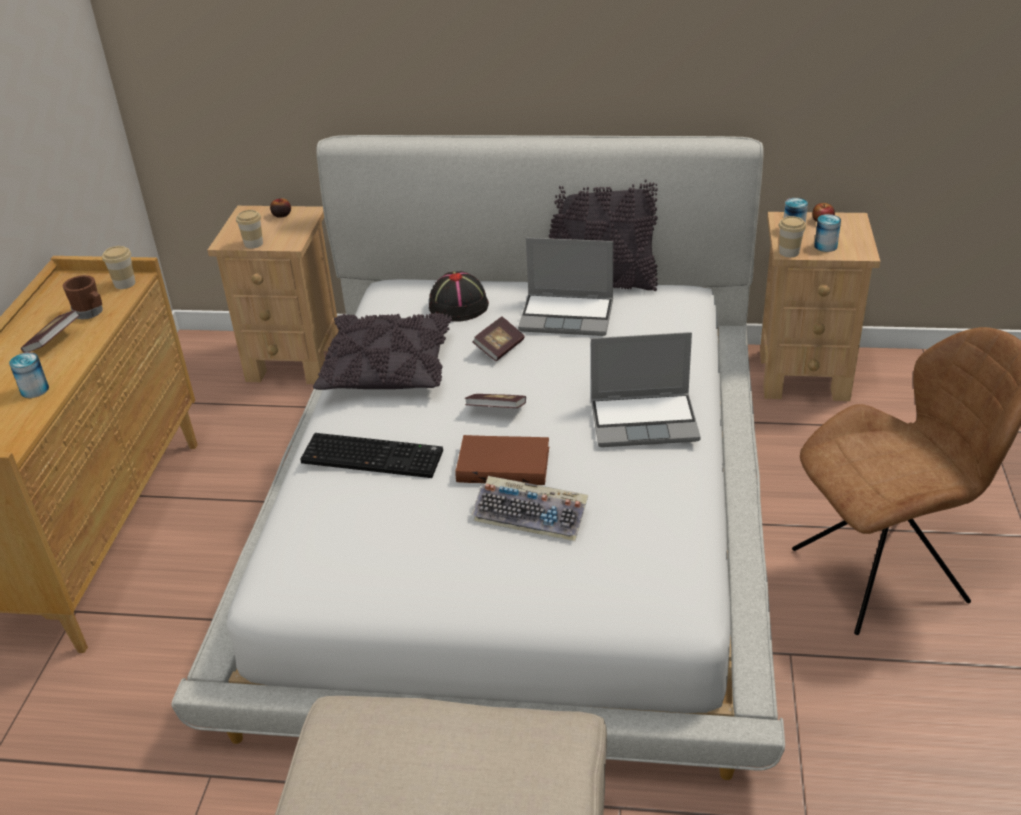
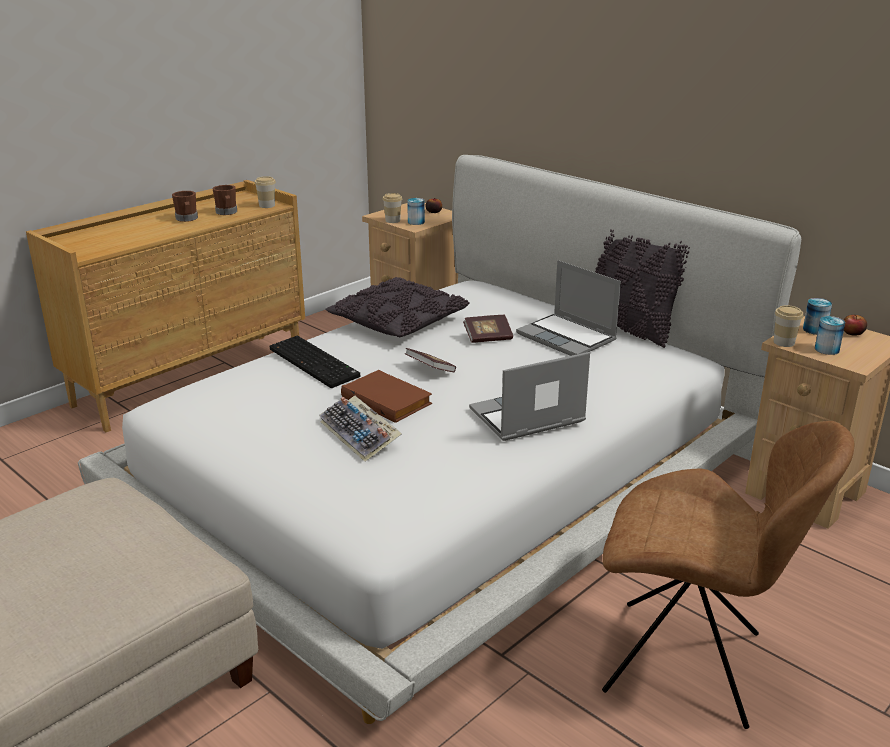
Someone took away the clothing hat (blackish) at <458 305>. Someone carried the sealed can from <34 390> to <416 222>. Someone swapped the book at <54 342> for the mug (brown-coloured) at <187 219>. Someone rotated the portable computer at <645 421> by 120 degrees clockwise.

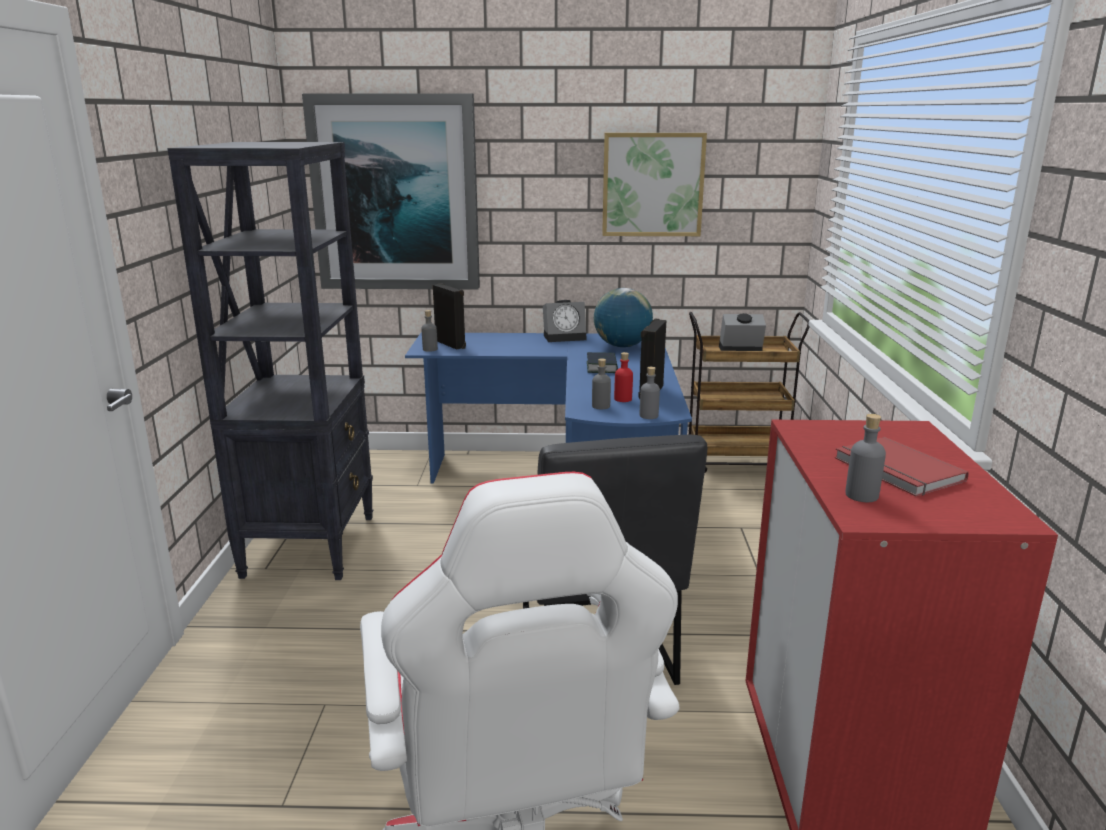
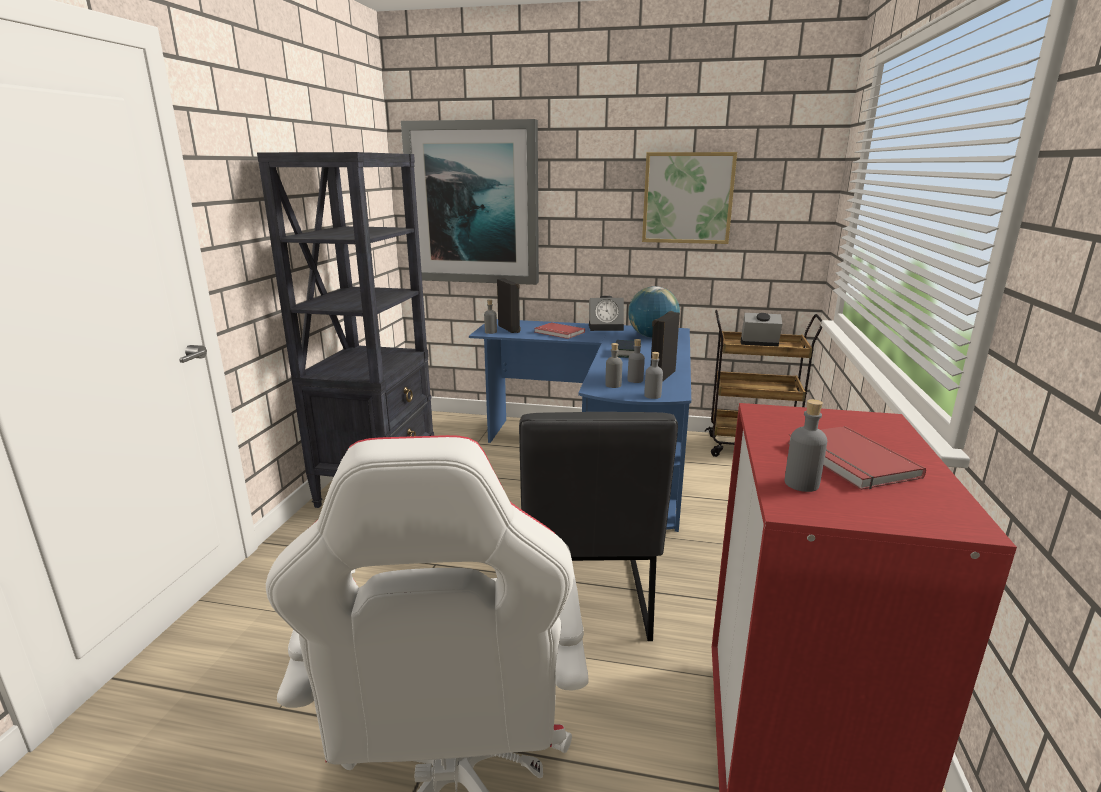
Someone put down the book (reddish) at <558 333>. Someone repainted the bottle (reddish) at <623 399>, which became the bottle (grey) at <635 380>.

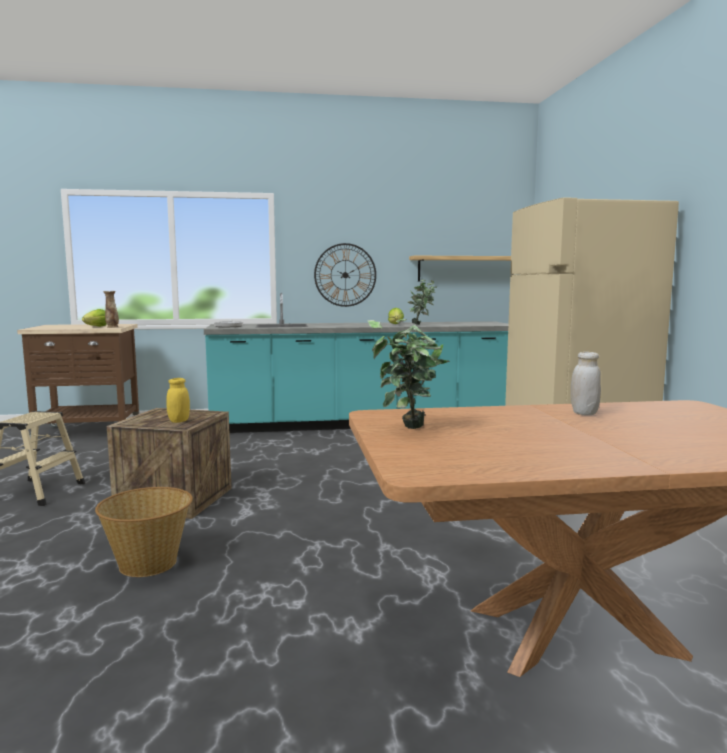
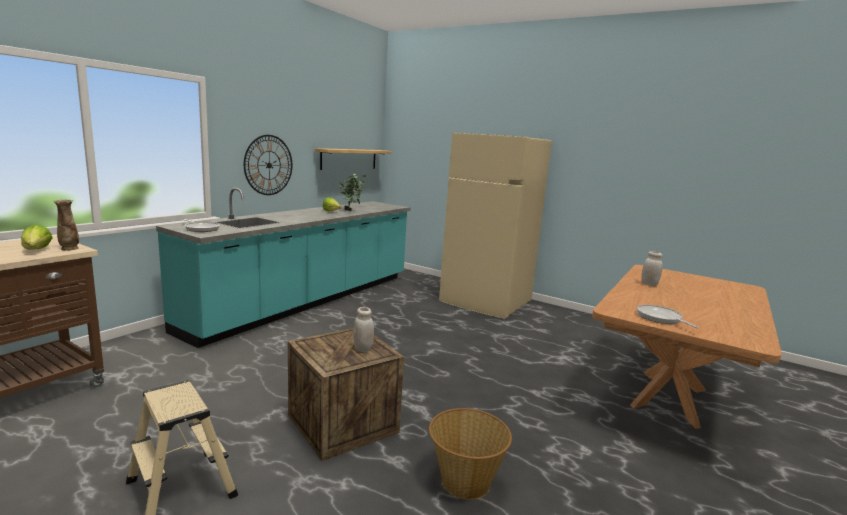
Someone swapped the houseplant at <407 430> for the frying pan at <660 318>. Someone repainted the jar (yellow) at <179 421>, which became the jar (white-coloured) at <363 349>.

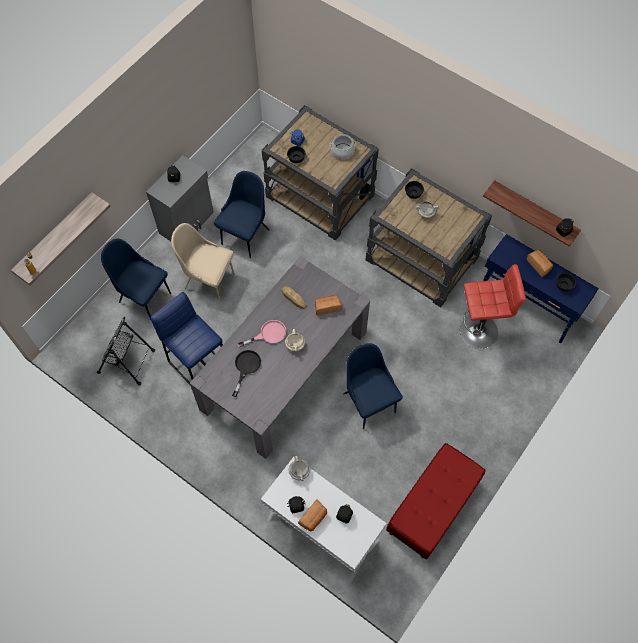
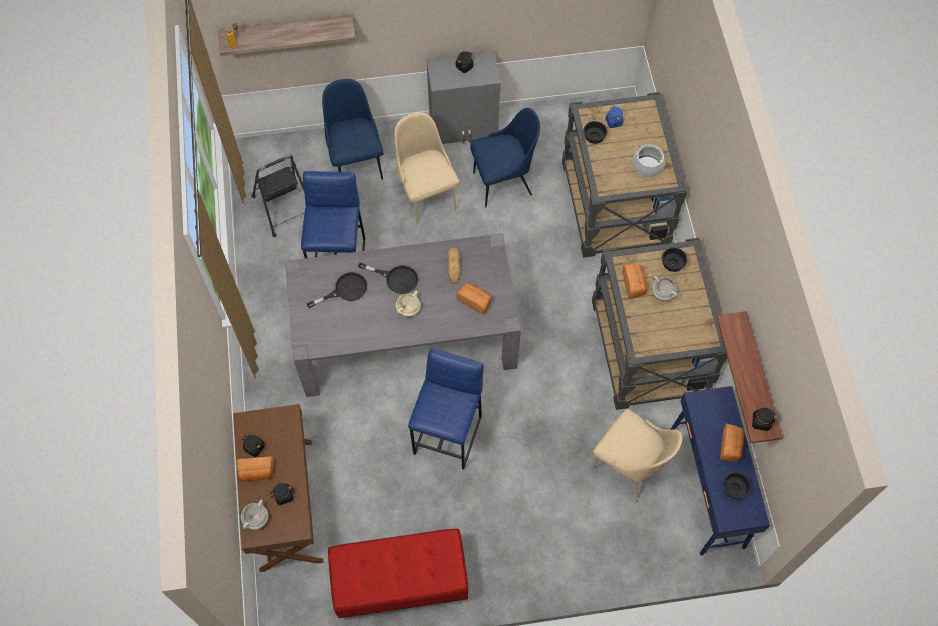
Someone put down the bakery bread at <634 284>. Someone carried the stockpot (white-coloured) from <299 472> to <256 519>. Someone swapped the chair (blue) at <368 403> for the stool (blue) at <448 434>. Someone swapped the stool (reddish) at <479 331> for the chair (sand-coloured) at <628 467>. Someone repainted the frying pan (pink-coloured) at <268 334>, which became the frying pan (blackish) at <396 278>. Someone repainted the narrow table (white-coloured) at <322 530>, which became the narrow table (brown-coloured) at <285 504>.

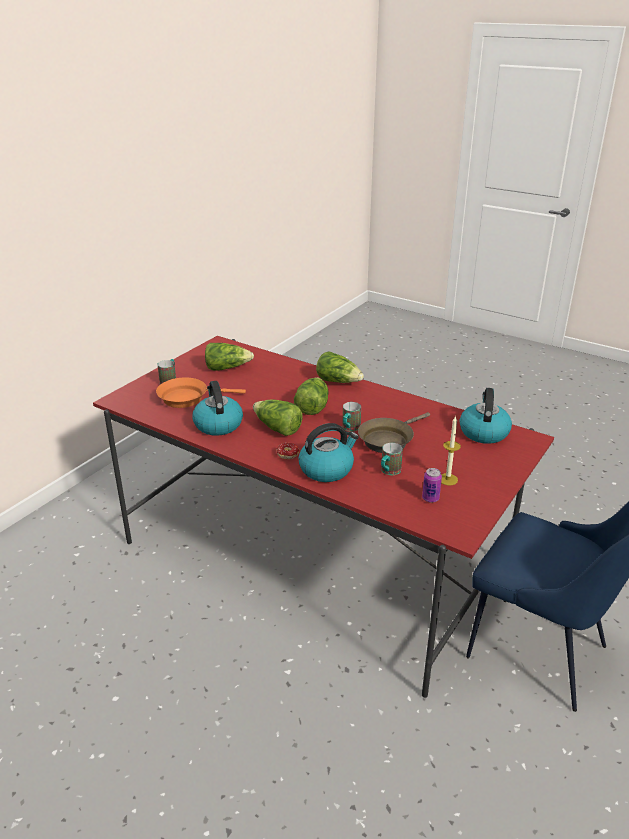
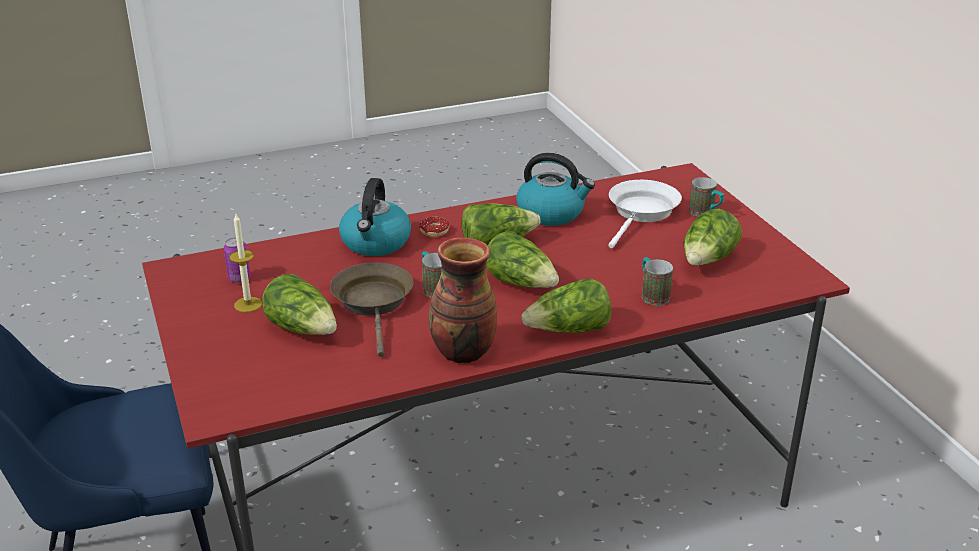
Someone took away the water kettle at <483 432>. Someone put down the head of lettuce at <303 329>. Someone put down the flower vase at <462 352>. Someone carried the mug from <388 472> to <652 294>. Someone repainted the frying pan (orange-coloured) at <187 398>, which became the frying pan (white-coloured) at <642 213>.

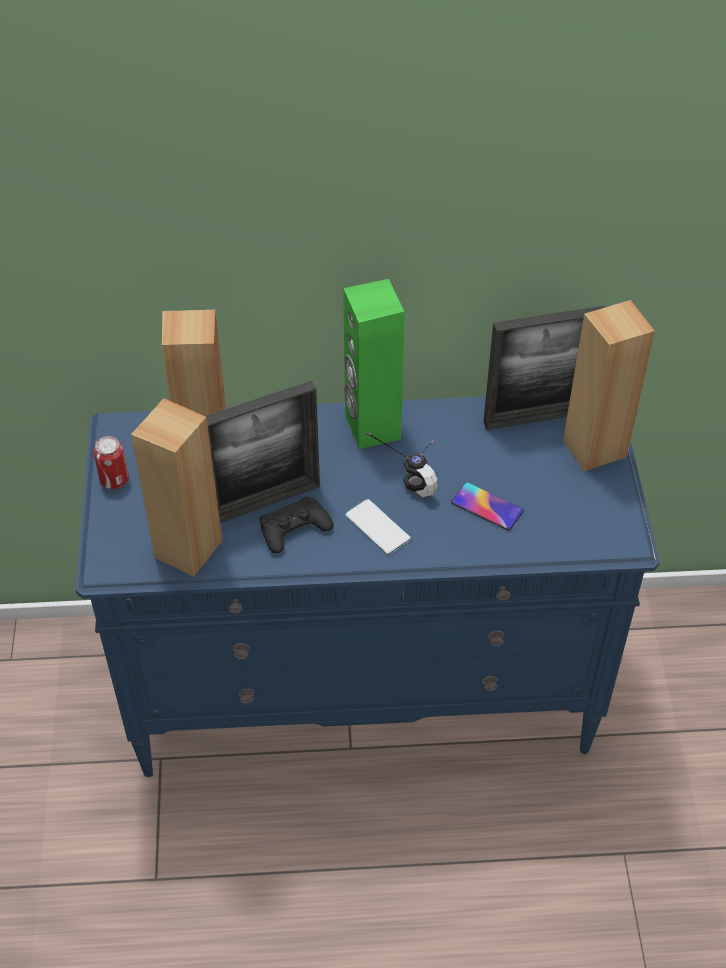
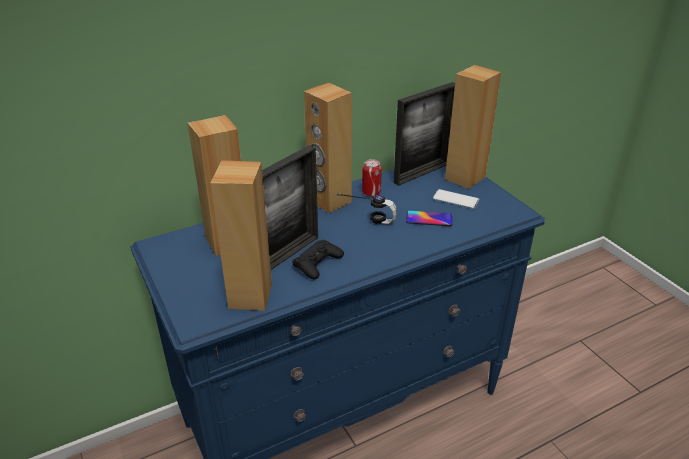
Someone carried the sealed can from <114 479> to <371 192>. Someone carried the phone from <378 527> to <455 199>. Someone repainted the audio speaker (greenish) at <371 427>, which became the audio speaker (brown-coloured) at <329 201>.

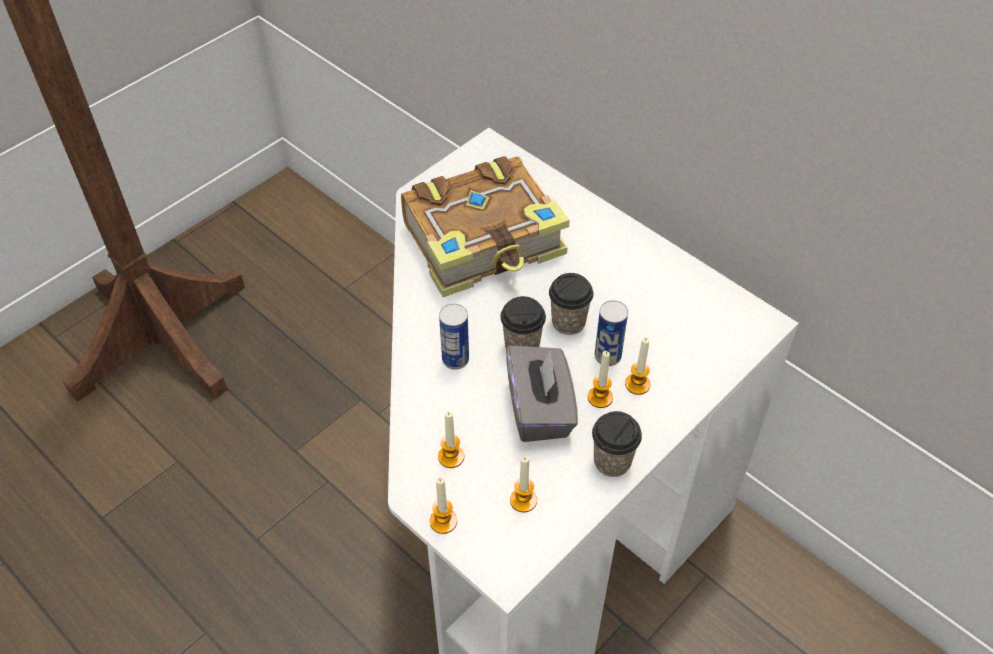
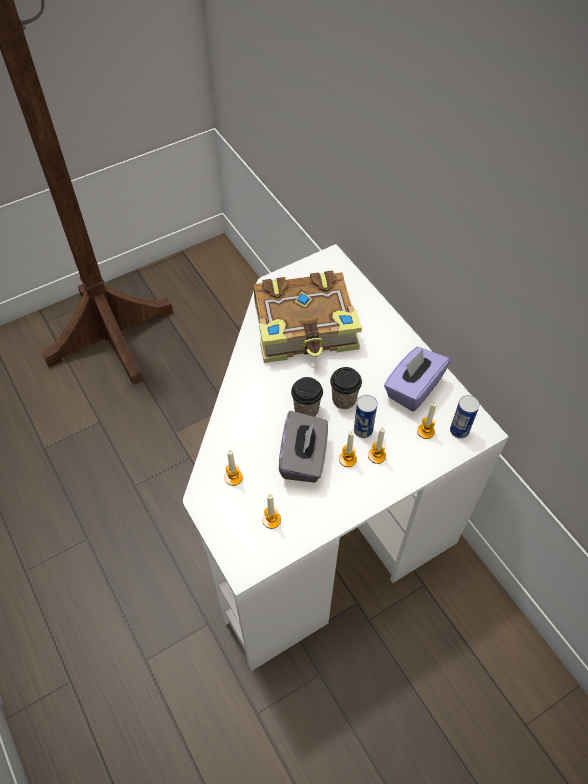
Someone took away the small cup at <612 461>. Someone put down the tissue holder (purple) at <413 388>. Someone carried the candle from <443 521> to <425 431>. Someone carried the sealed can from <455 359> to <459 431>.

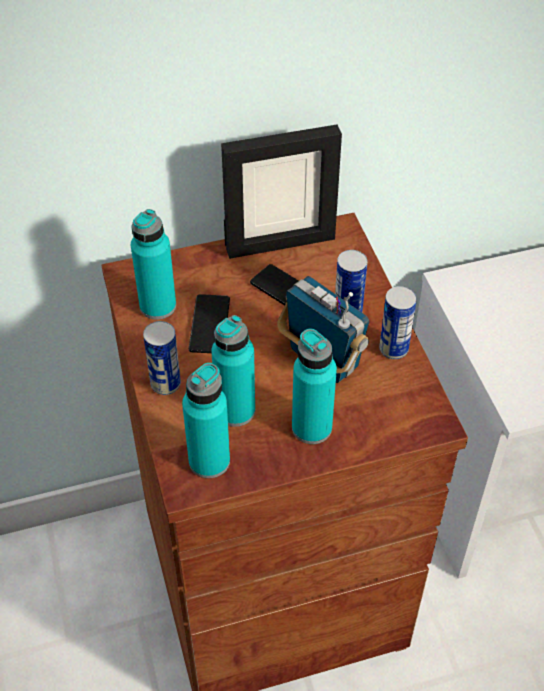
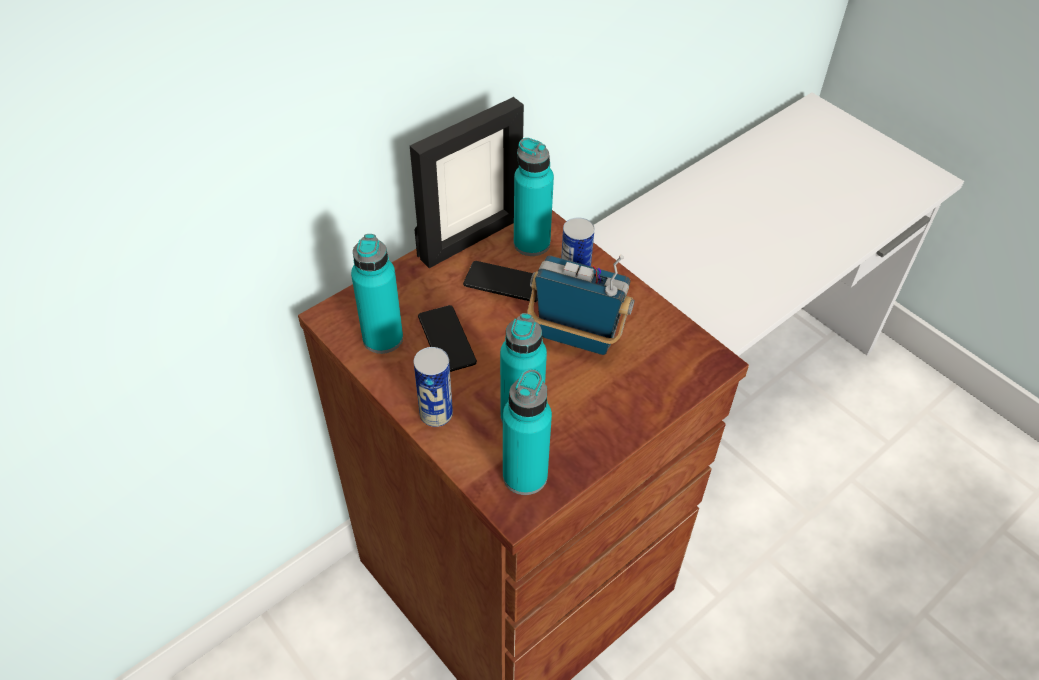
Someone took away the sealed can at <393 349>. Someone carried the bottle (turquoise) from <311 428> to <531 243>.

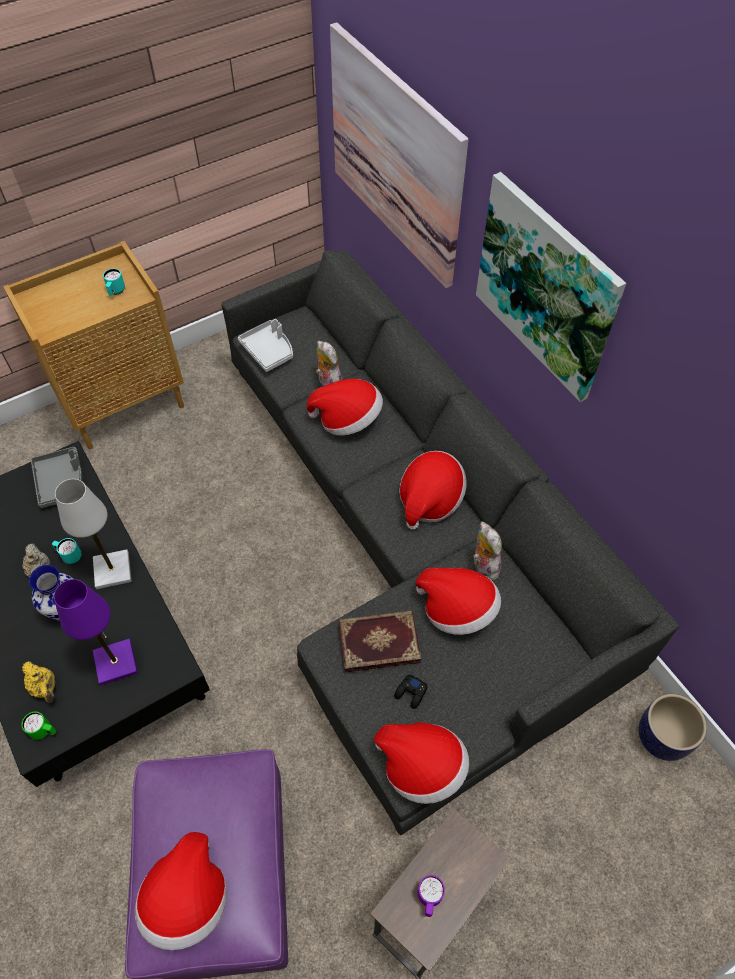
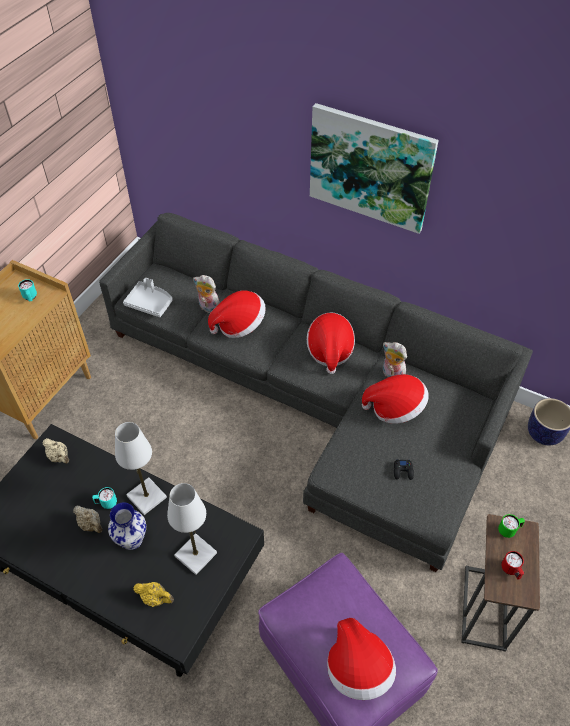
Someone took away the wall art at <395 156>. Someone took away the book at <379 641>. Someone took away the clothing hat at <421 767>. Someone carried the mug (greenish) from <44 731> to <509 530>. Someone swapped the tray (grey) at <61 481> for the teapot (sand-coloured) at <59 457>. Someone repainted the lamp for a table (purple) at <116 662>, which became the lamp for a table (white-coloured) at <196 554>. Someone repainted the mug (purple) at <429 898>, which became the mug (reddish) at <511 570>.

